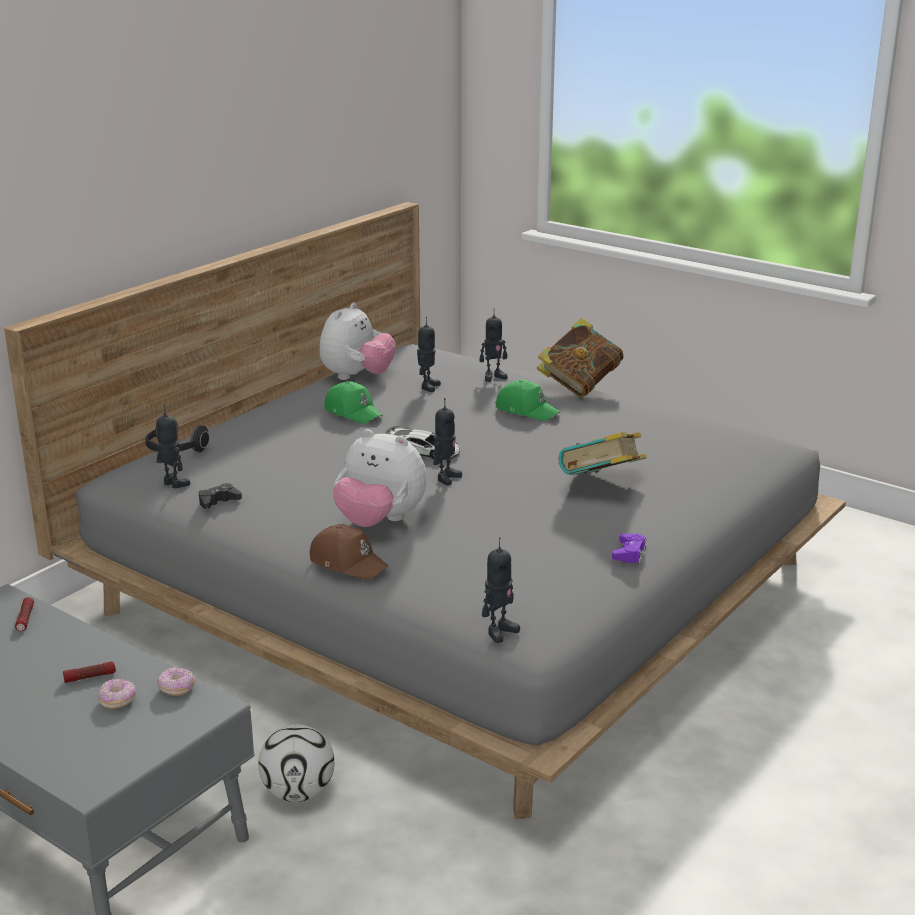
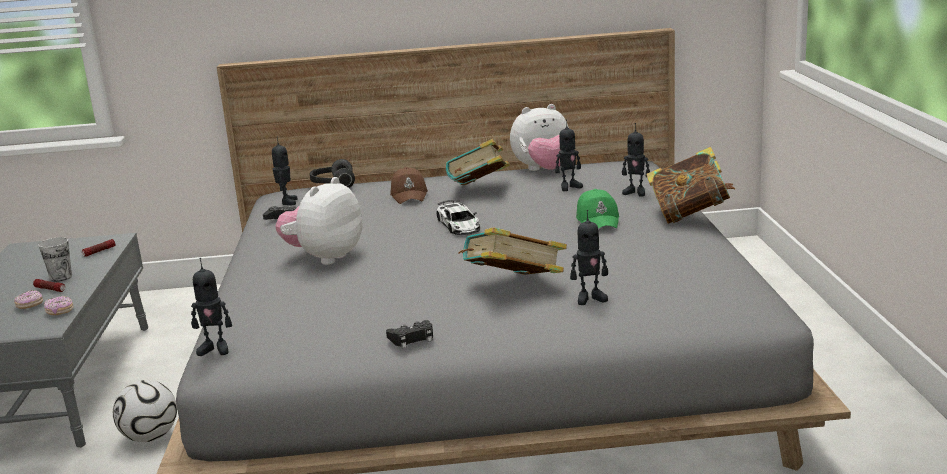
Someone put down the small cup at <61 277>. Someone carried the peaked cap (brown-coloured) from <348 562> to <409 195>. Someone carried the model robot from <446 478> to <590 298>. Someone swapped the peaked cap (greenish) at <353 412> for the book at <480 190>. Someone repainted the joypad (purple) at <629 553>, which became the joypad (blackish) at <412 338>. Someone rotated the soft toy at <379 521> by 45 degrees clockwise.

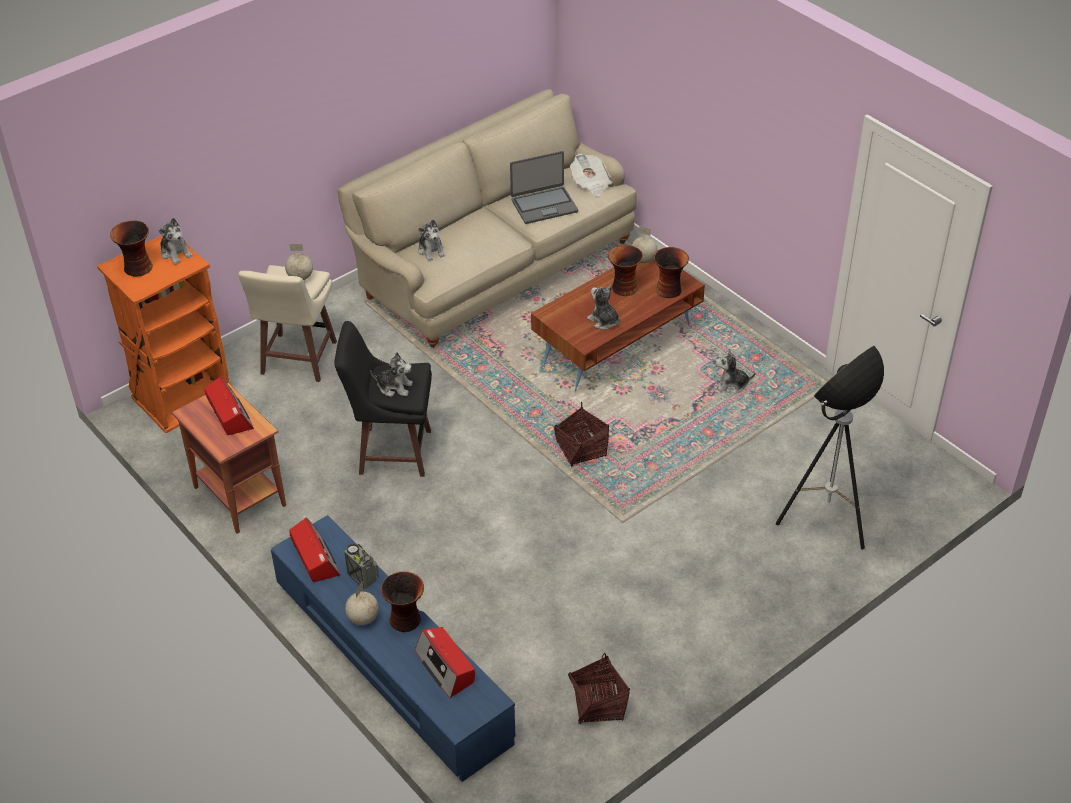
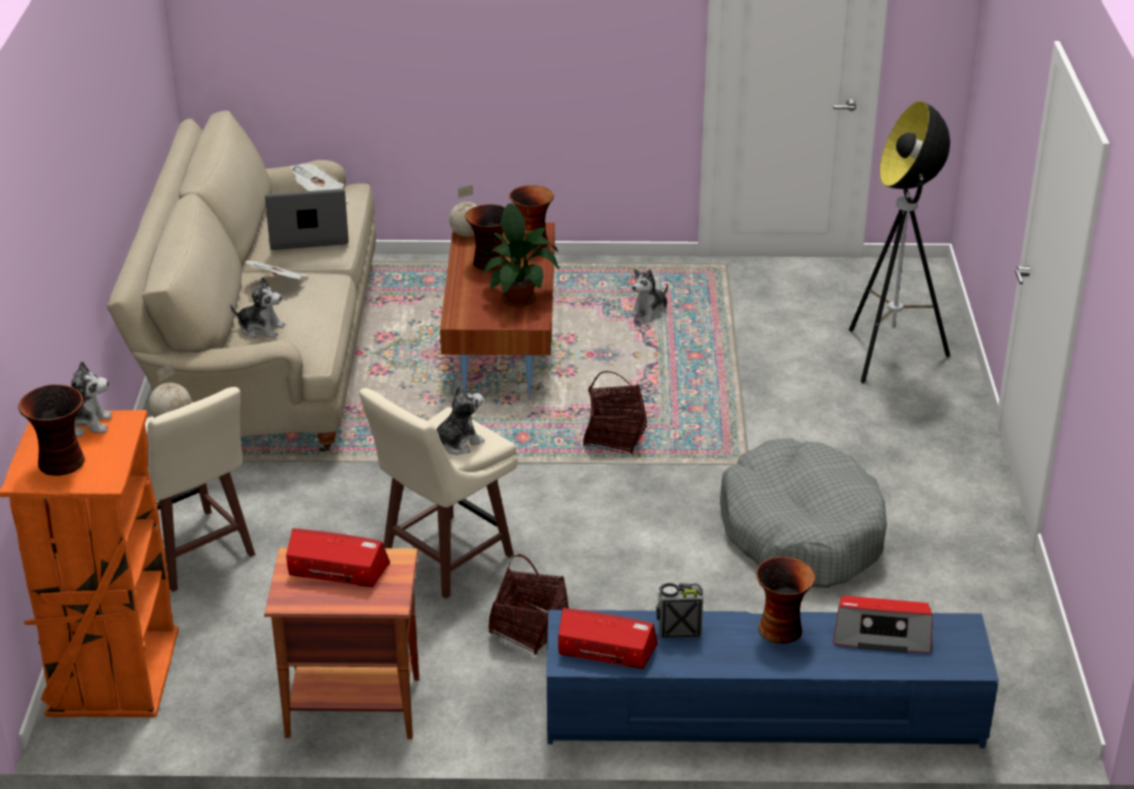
Someone took away the desk globe at <362 618>. Someone put down the newspaper at <279 284>. Someone put down the dog cushion (grey) at <801 532>. Someone carried the storage basket from <598 704> to <529 629>. Someone swapped the soft toy at <604 321> for the houseplant at <519 296>. Someone repainted the stool (blackish) at <392 451>, which became the stool (sand-coloured) at <443 557>. Someone rotated the portable computer at <544 205> by 120 degrees counterclockwise.

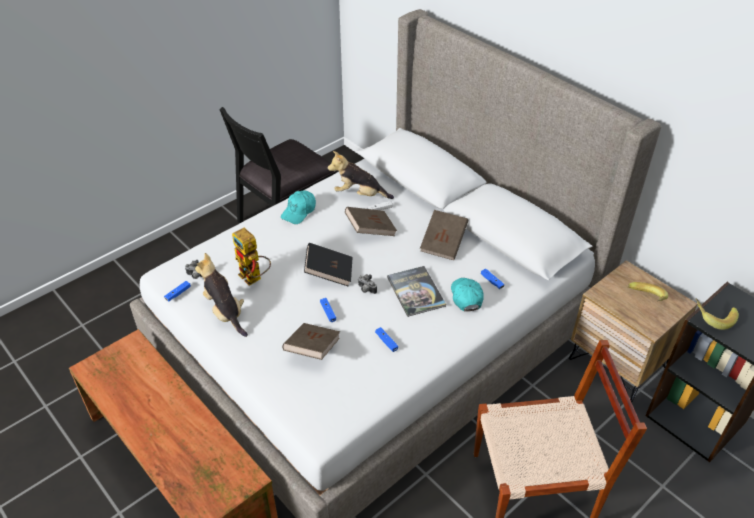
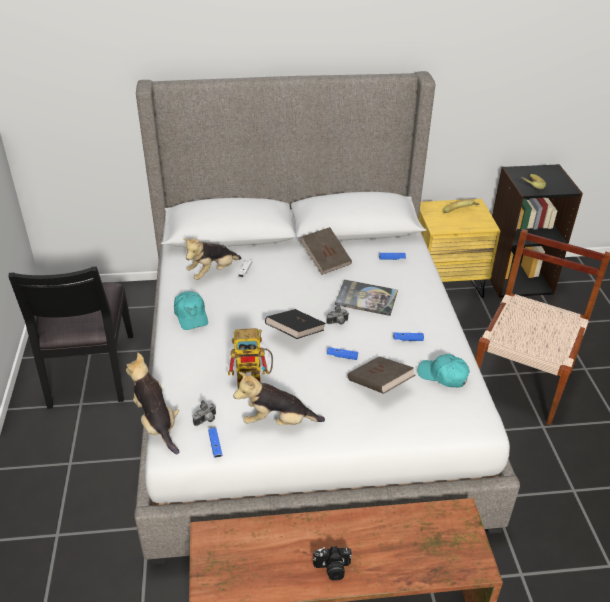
Someone took away the book (brown-coloured) at <370 230>. Someone put down the soft toy at <157 423>. Someone put down the still camera at <332 569>. Someone carried the peaked cap (turquoise) from <466 297> to <443 375>. Someone repainted the night table (brown-coloured) at <618 363>, which became the night table (yellow) at <446 283>.

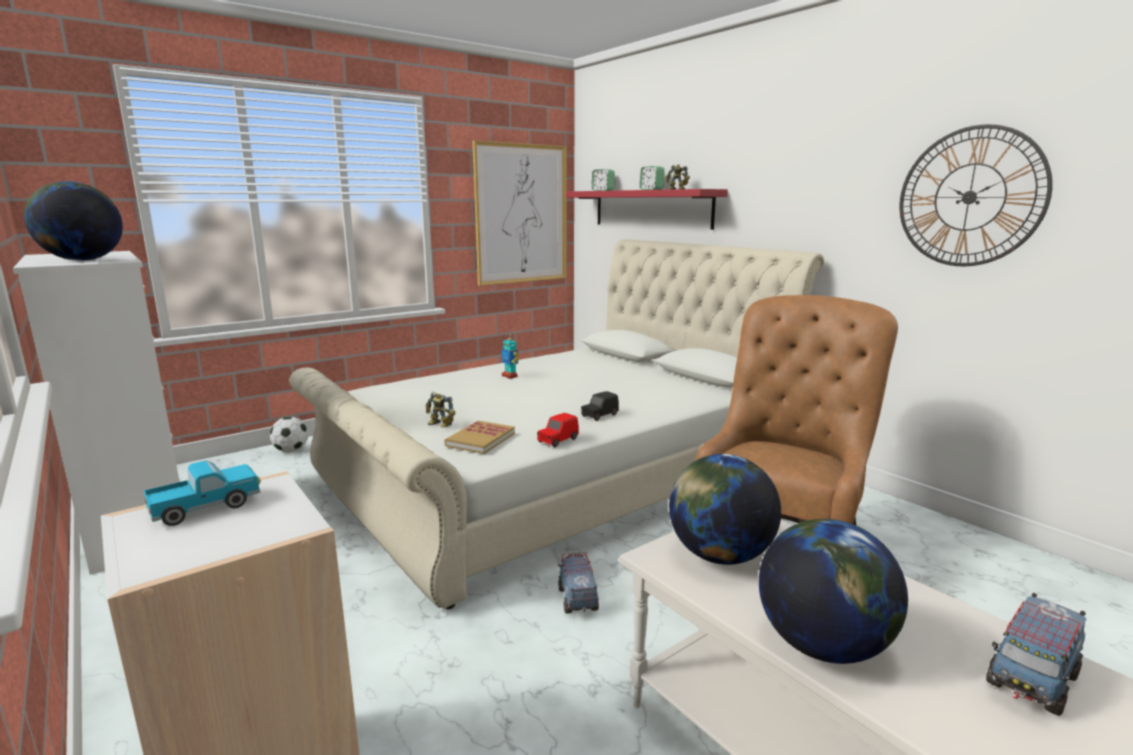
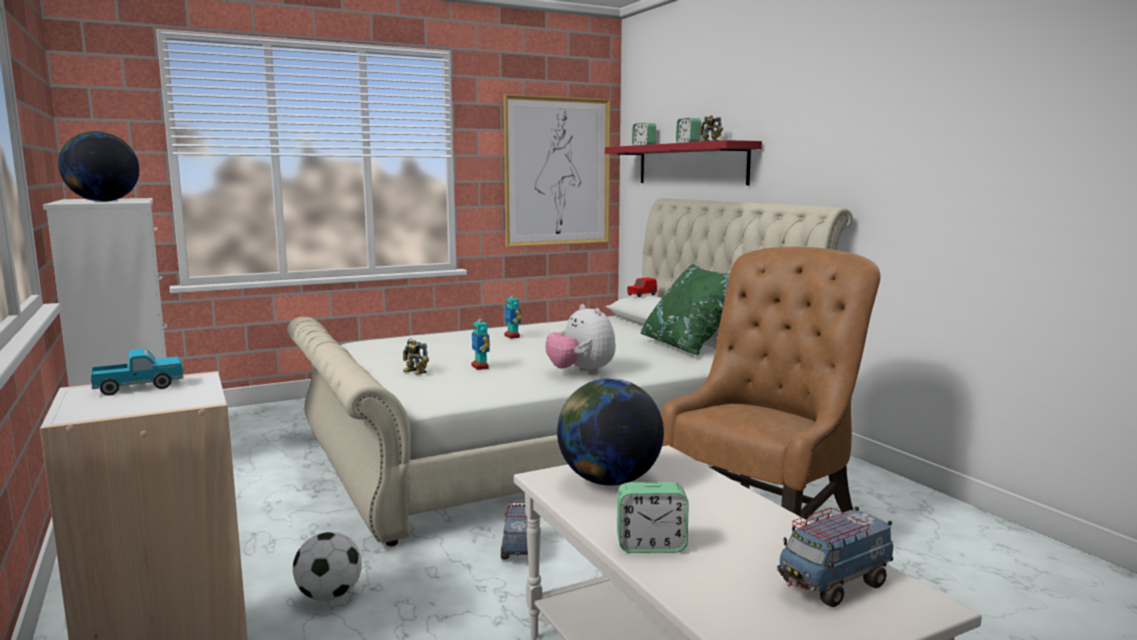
Someone took away the book at <480 439>. Someone took away the clock on the wall at <969 197>. Someone put down the model robot at <480 367>. Someone put down the cushion (greenish) at <690 347>. Someone carried the football from <291 451> to <329 596>. Someone carried the miniature car (reddish) from <557 440> to <641 295>. Someone swapped the miniature car (blackish) at <599 415> for the soft toy at <581 372>. Someone swapped the desk globe at <822 645> for the alarm clock at <651 546>.

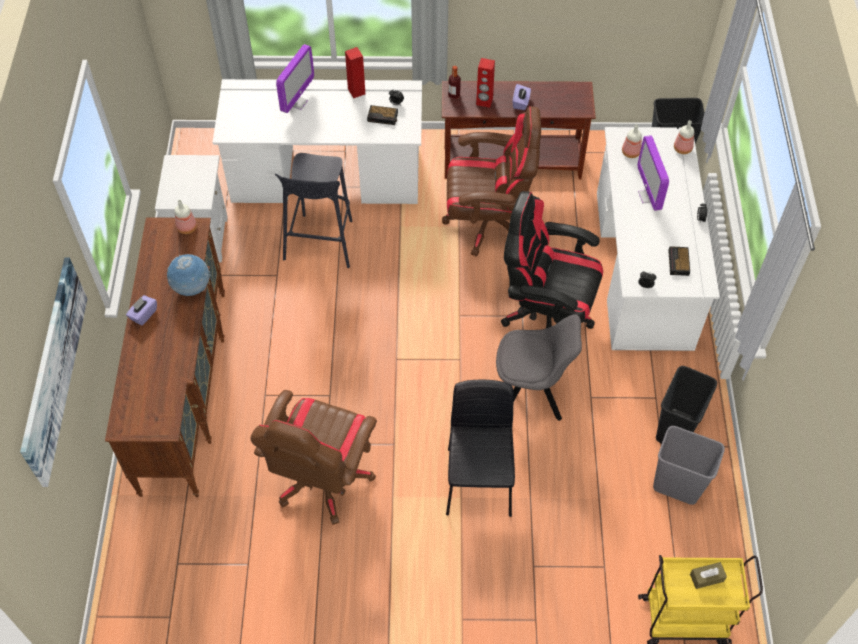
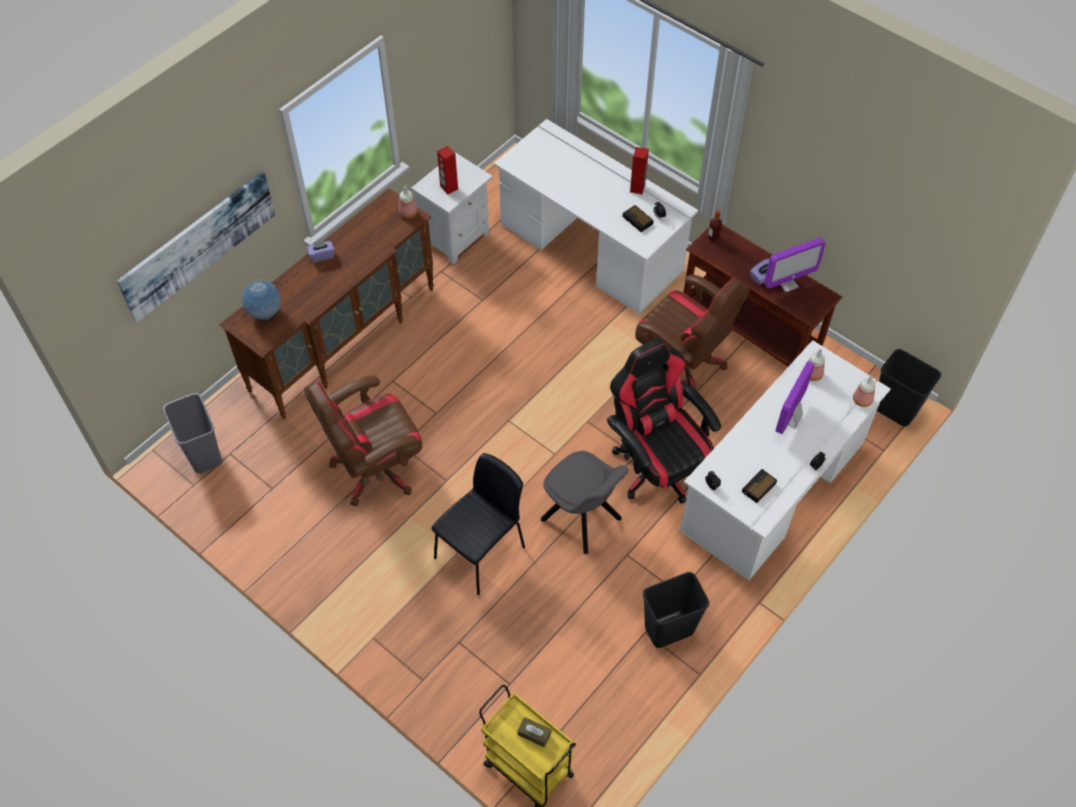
Someone took away the stool (grey) at <321 242>. Someone carried the desk globe from <192 288> to <265 313>. Someone carried the computer display from <297 102> to <787 284>. Someone carried the audio speaker (reddish) from <484 101> to <449 188>. Someone carried the rubbish bin (grey) from <676 486> to <203 455>.

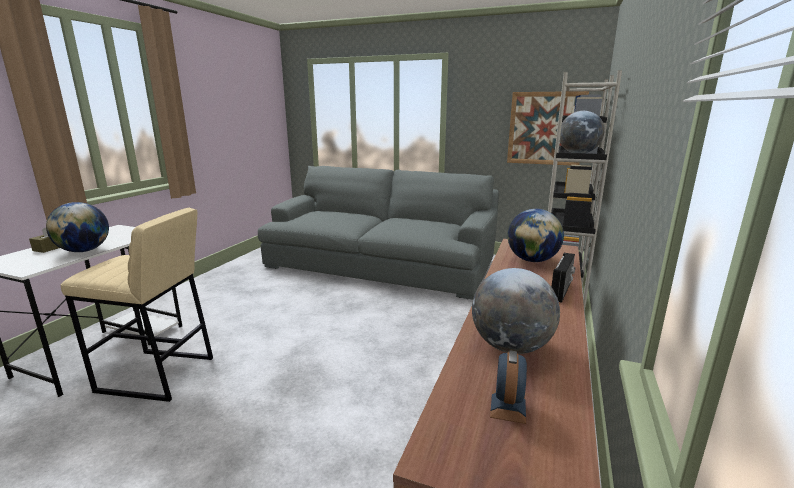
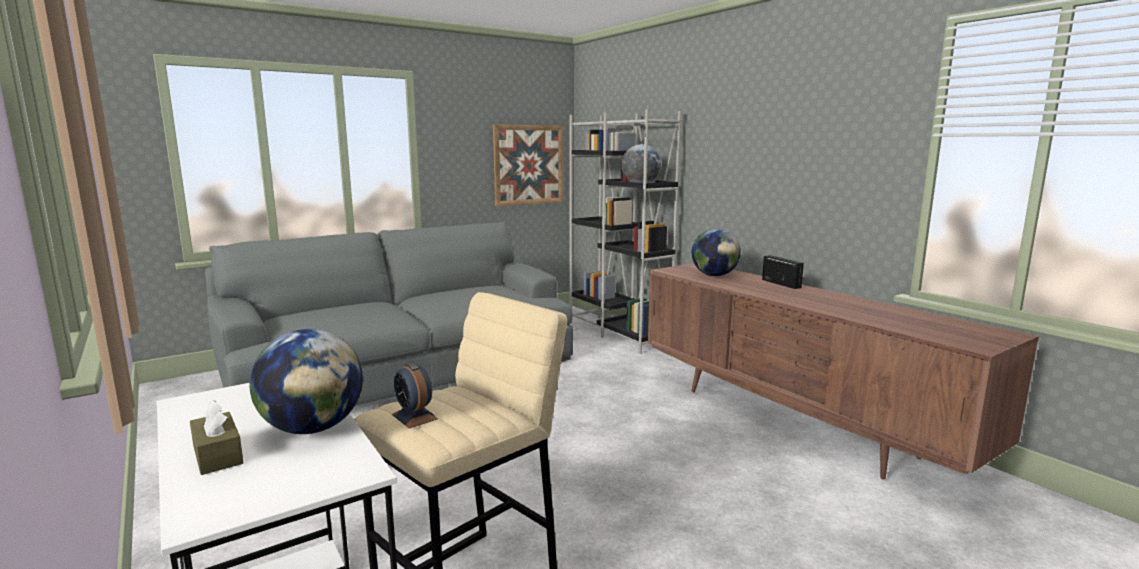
Someone took away the desk globe at <510 347>. Someone carried the alarm clock from <508 406> to <414 417>.

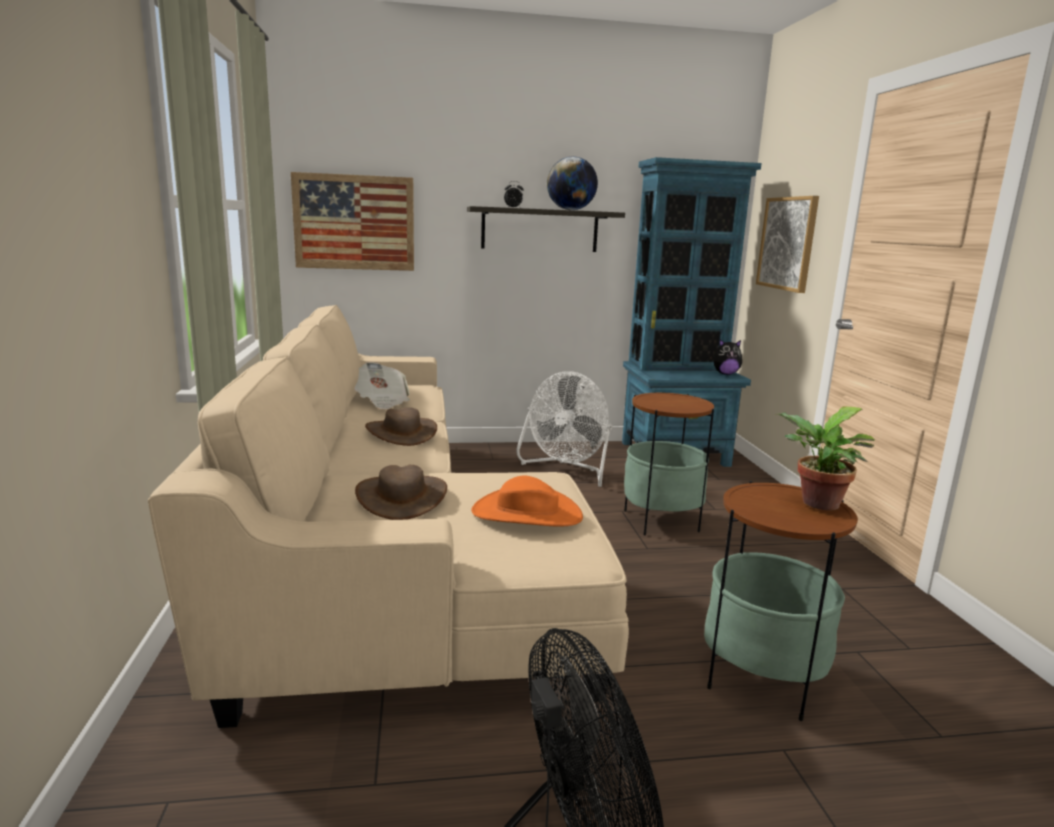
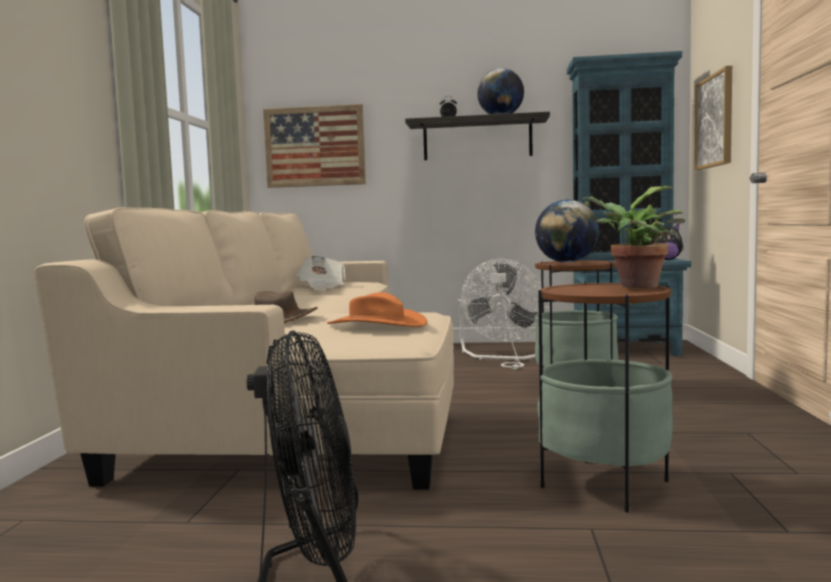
Someone took away the clothing hat (brown-coloured) at <401 433>. Someone put down the desk globe at <567 262>. Someone rotated the cooling fan (white-coloured) at <567 469> by 150 degrees clockwise.

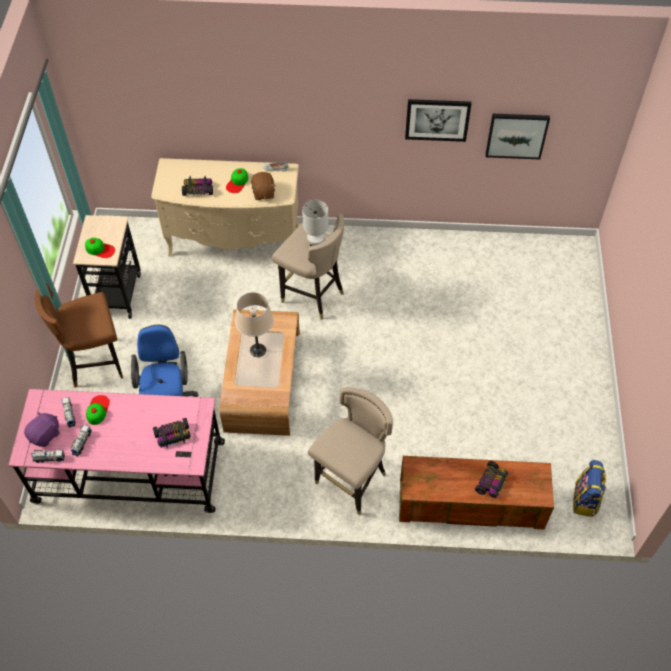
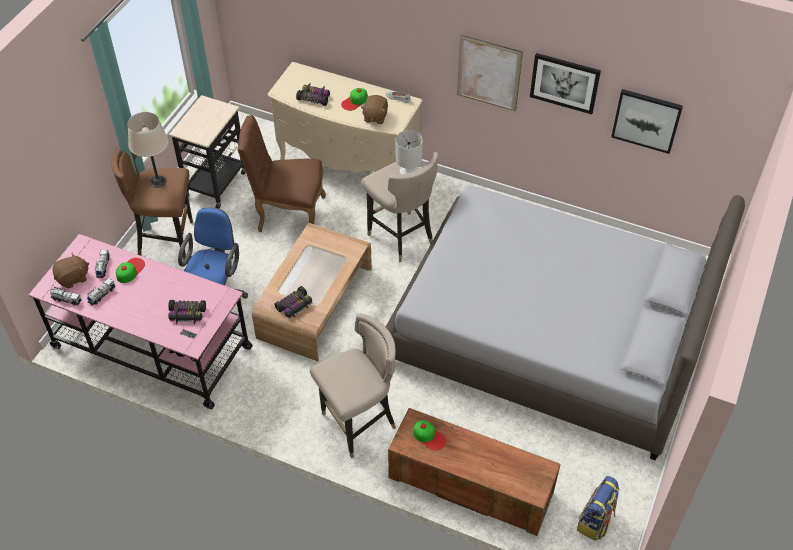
Someone put down the chair (brown-coloured) at <290 216>. Someone put down the sleeping bed (grey) at <548 336>. Someone put up the wall art at <488 73>. Someone carried the peaked cap from <100 249> to <429 436>. Someone carried the lamp for a table (sand-coloured) from <257 350> to <157 181>. Someone carried the miniature car from <492 483> to <295 306>. Someone repainted the soft toy (purple) at <45 435>, which became the soft toy (brown-coloured) at <73 278>.

